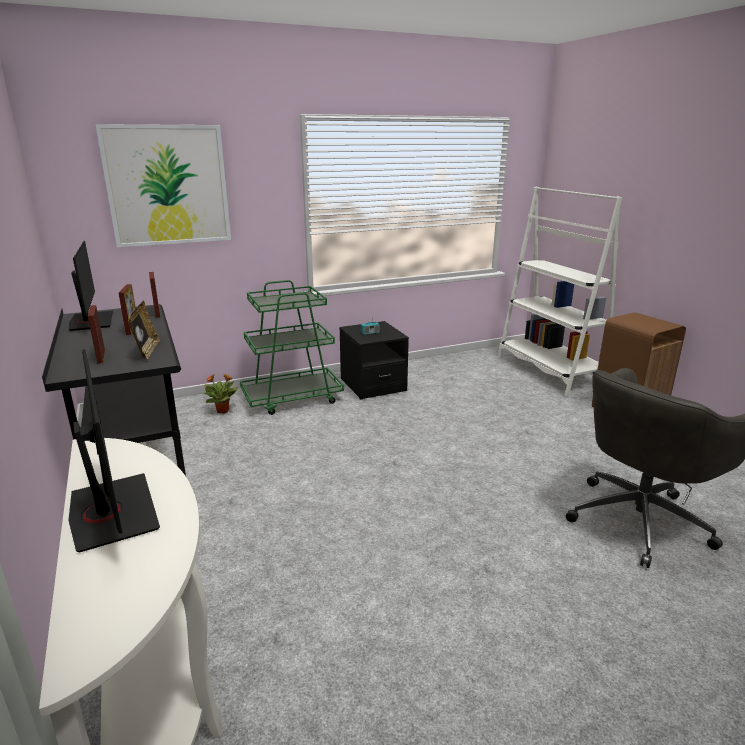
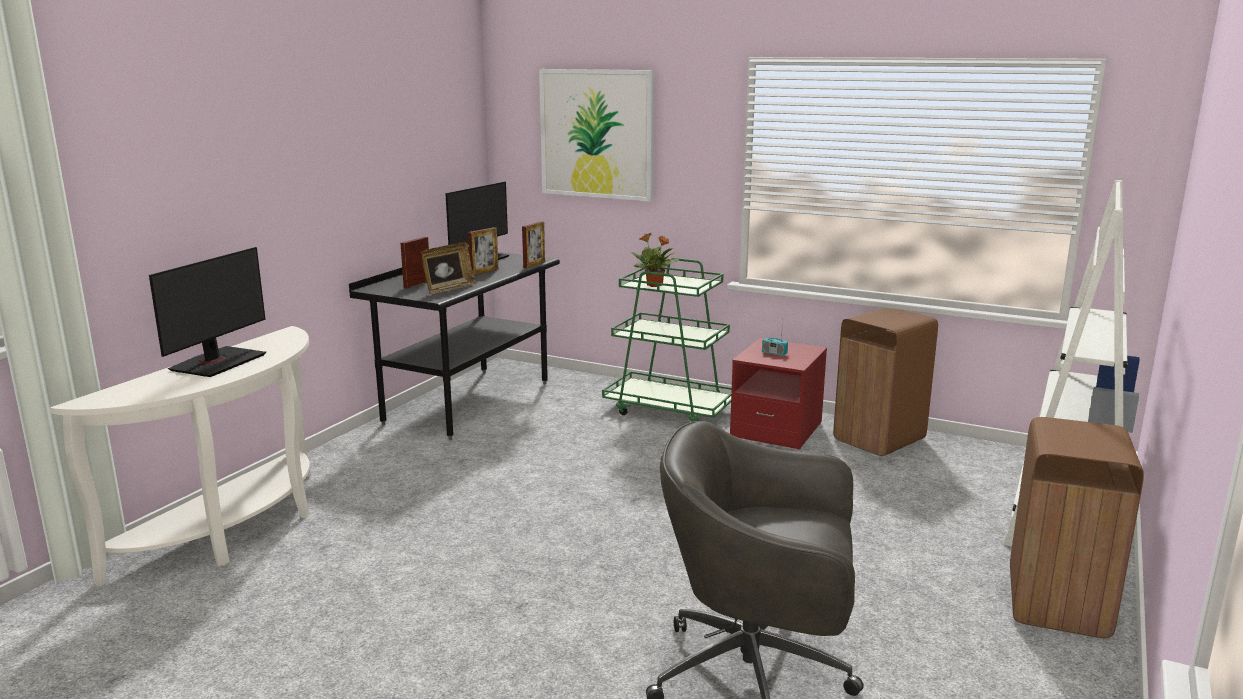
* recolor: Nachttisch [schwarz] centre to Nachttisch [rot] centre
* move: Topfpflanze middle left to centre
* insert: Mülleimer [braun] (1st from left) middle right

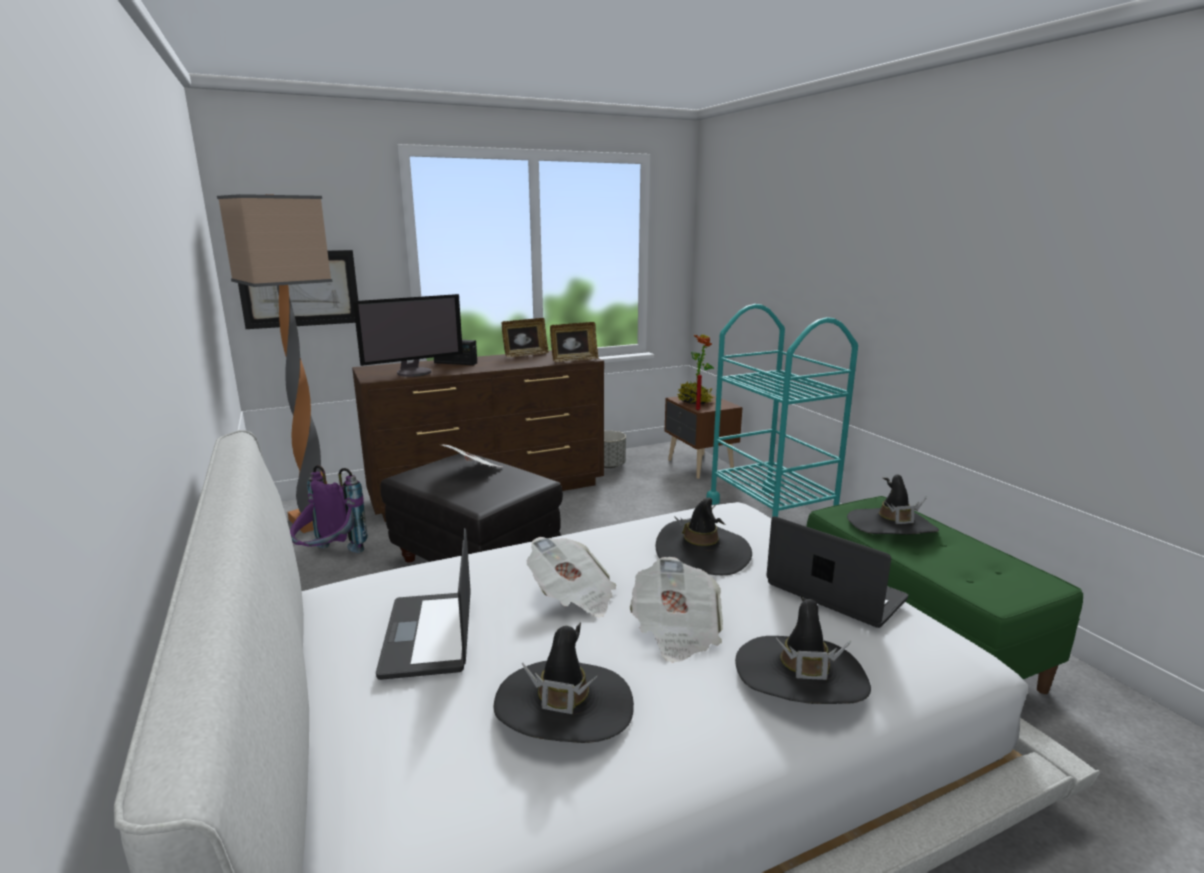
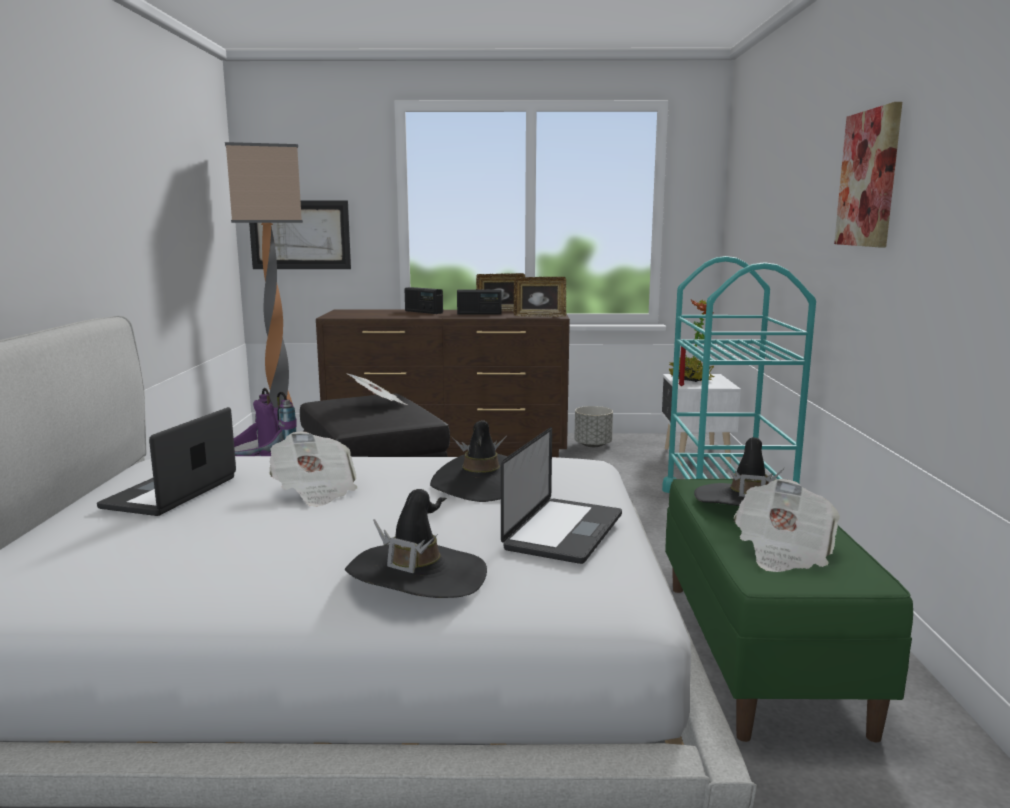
* delete: Monitor centre
* recolor: Nachttisch [braun] centre to Nachttisch [weiß] middle right
* rotate: Laptop (2nd from left) middle right = centre 45 degrees clockwise
* move: Zeitung (3rd from left) bottom centre to middle right
* delete: Hut [schwarz] (1st from left) bottom centre
* insert: Bild (2nd from left) top right
* insert: Radio (2nd from left) centre

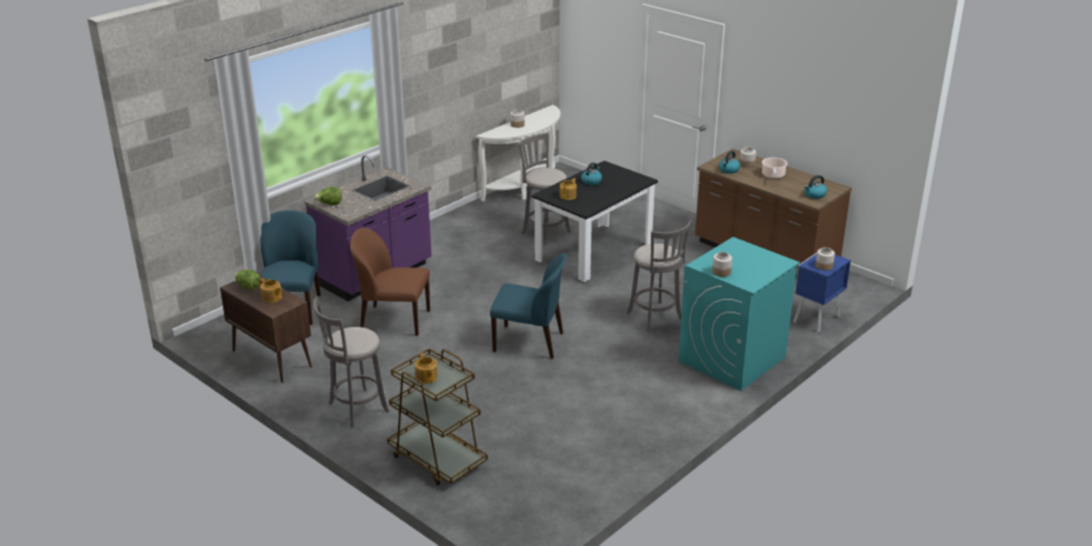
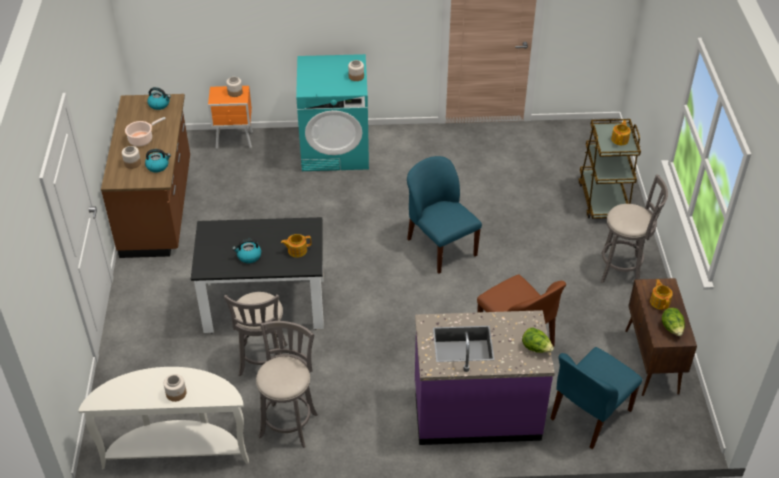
* move: Hocker [grau] (3rd from left in the first image) centre to Hocker [grau] (2nd from left) bottom centre
* recolor: Nachttisch [blau] middle right to Nachttisch [orange] top left

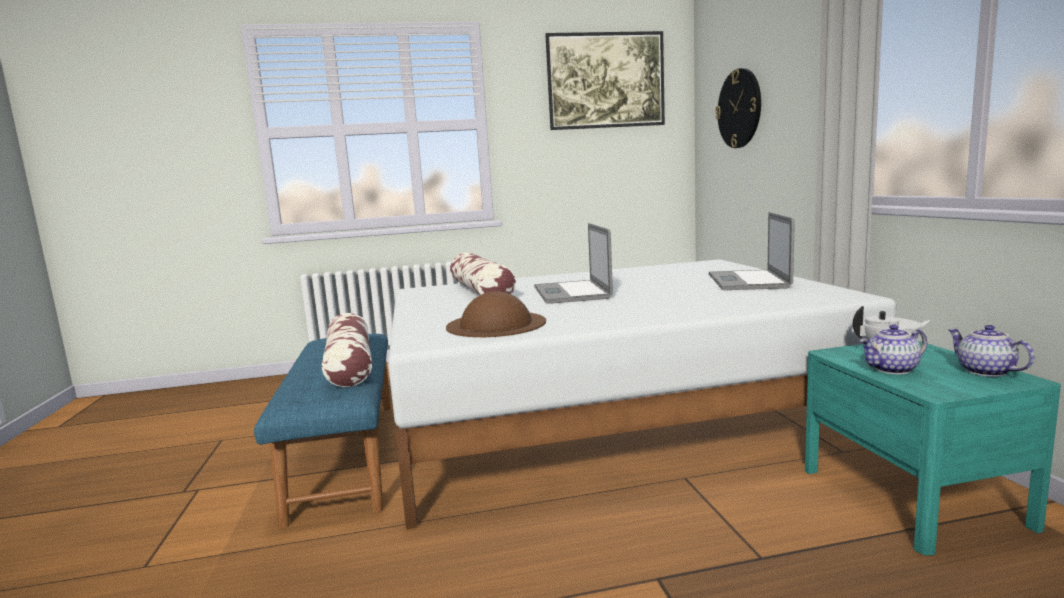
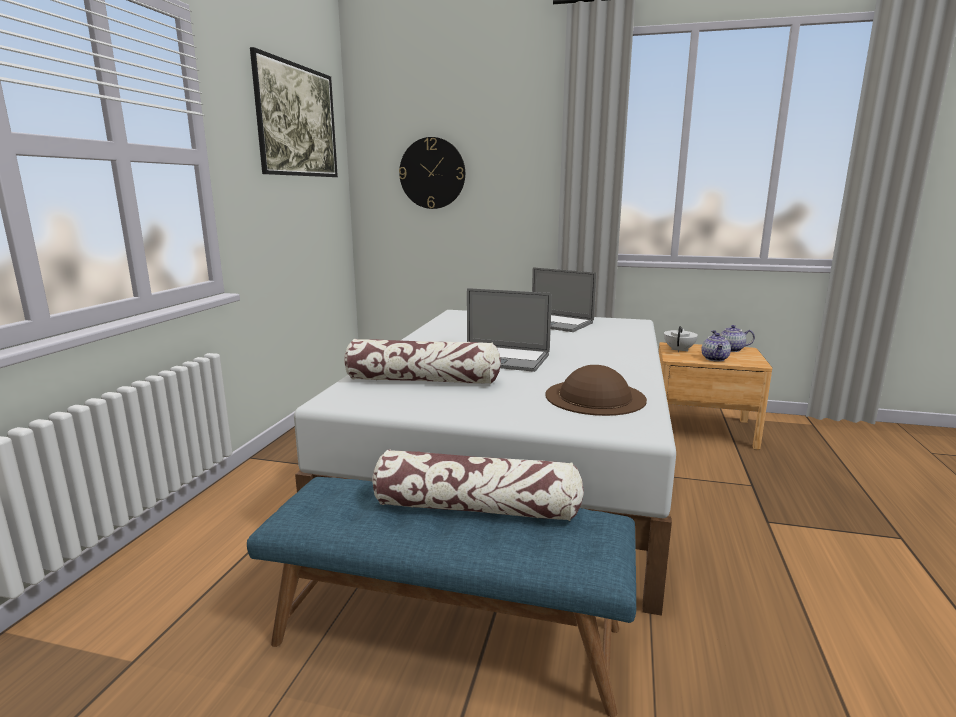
* recolor: Nachttisch [türkis] bottom right to Nachttisch [braun] middle right

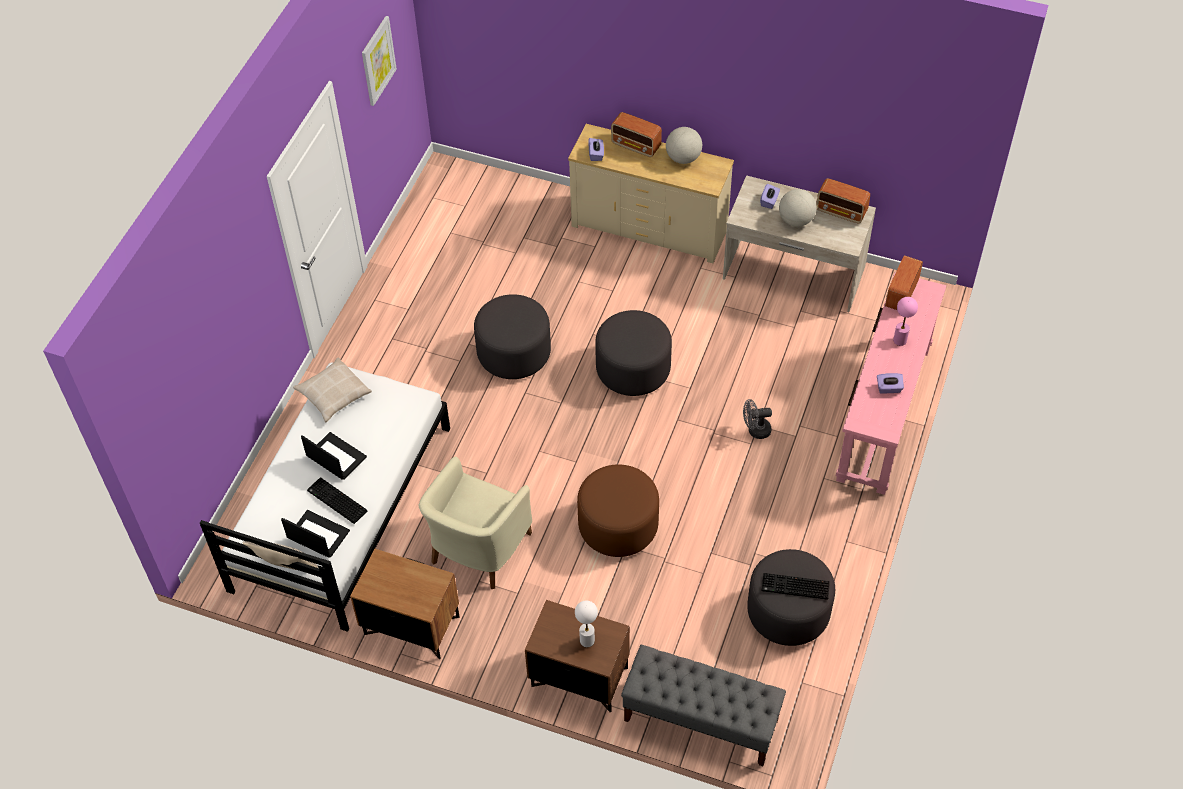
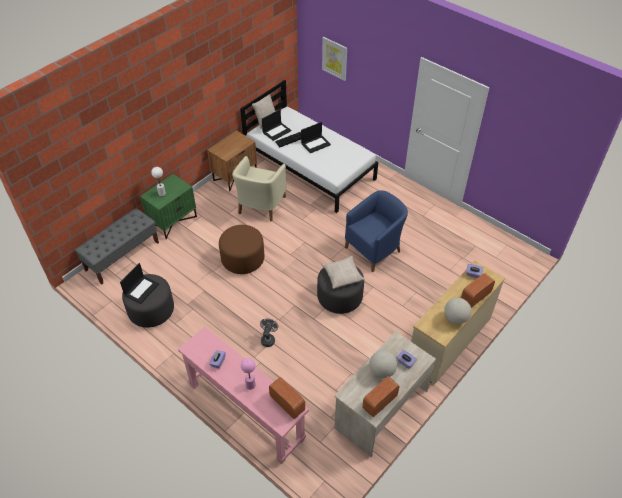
* move: Bild top left to top centre
* replace: Polsterhocker [grau] (1st from left) centre to Sessel [blau] centre
* move: Kissen [beige] (2nd from left) middle left to centre
* rotate: Sessel [beige] centre = centre 120 degrees counterclockwise
* replace: Tastatur (2nd from left) bottom right to Laptop (1st from left) middle left
* recolor: Nachttisch [braun] (2nd from left) bottom centre to Nachttisch [grün] middle left

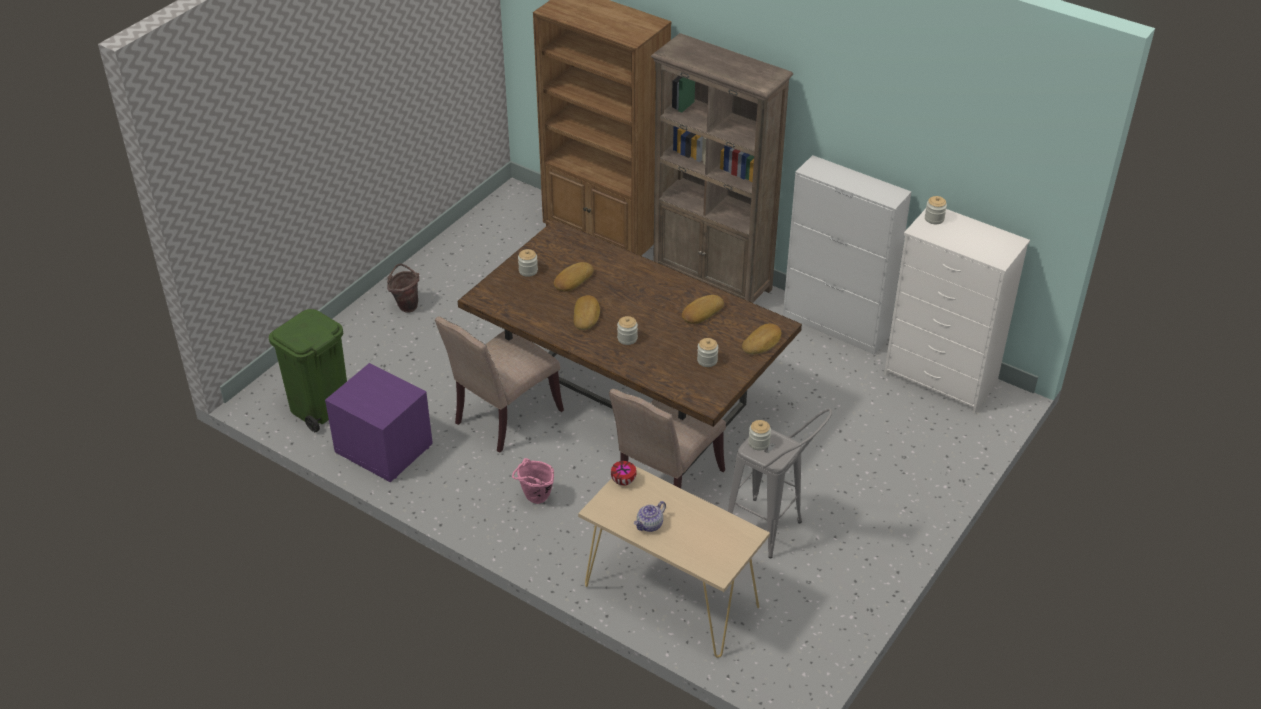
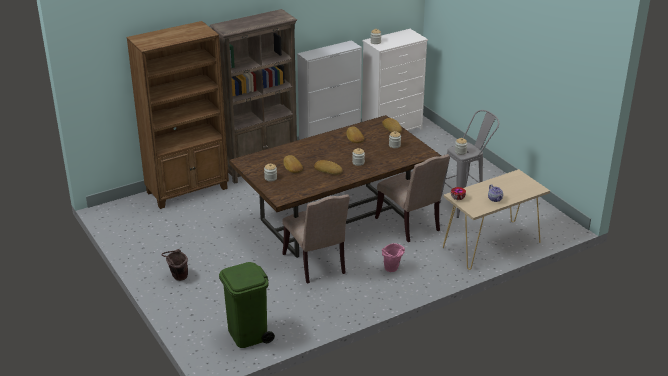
* delete: Nachttisch [lila] middle left

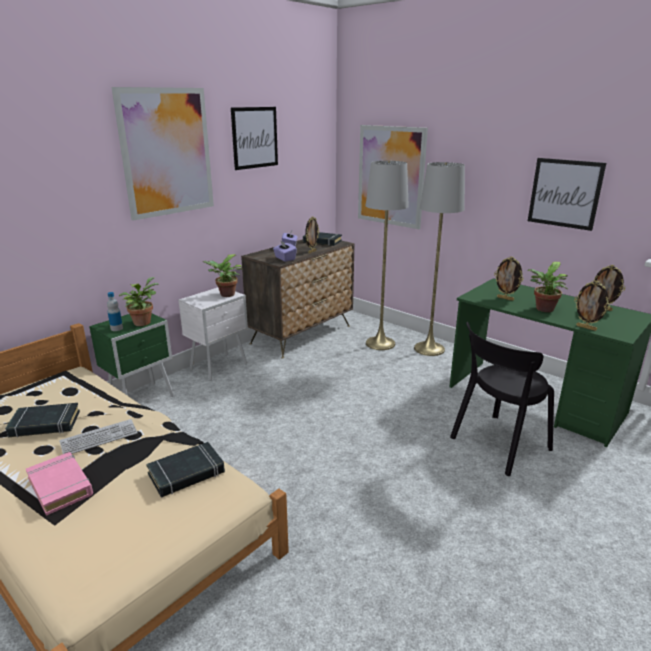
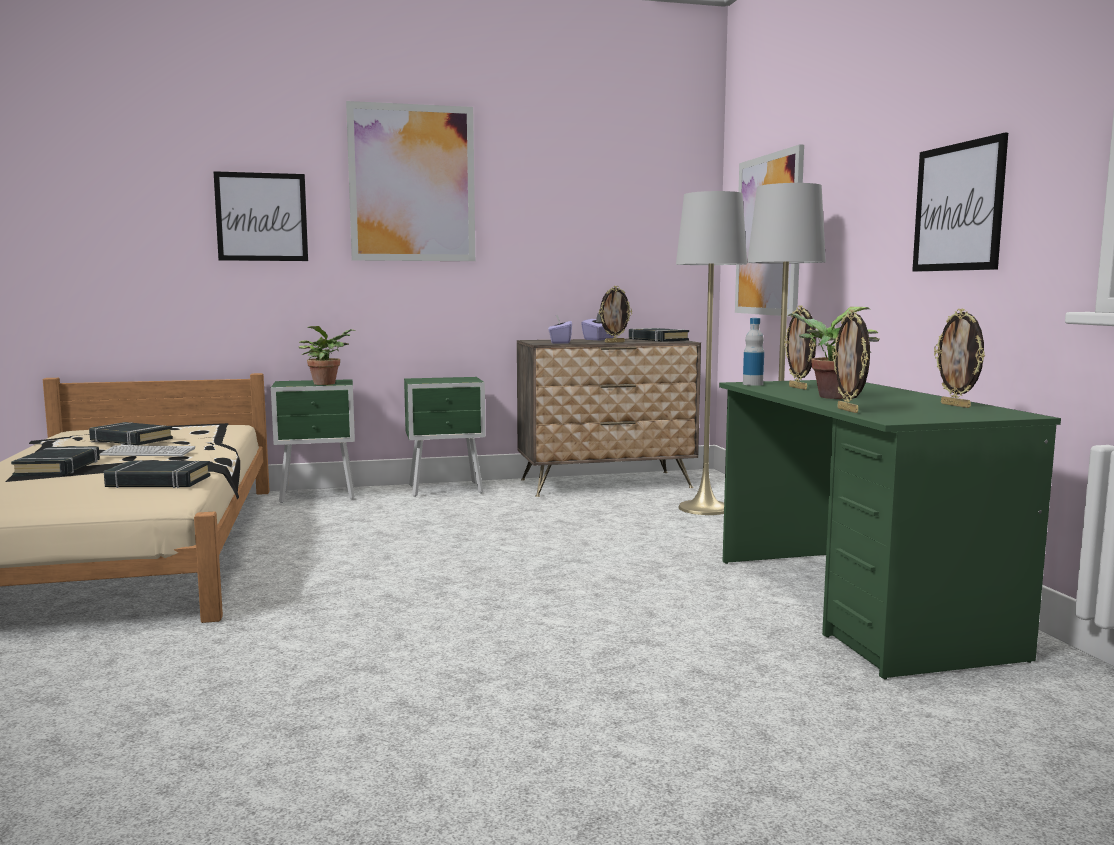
* move: Bild (2nd from left in the first image) top centre to Bild (1st from left) top left
* delete: Topfpflanze (2nd from left) centre
* recolor: Nachttisch [weiß] middle left to Nachttisch [grün] (2nd from left) centre
* move: Flasche middle left to middle right
* delete: Stuhl [schwarz] middle right
* recolor: Buch [rosa] bottom left to Buch [schwarz] (1st from left) middle left

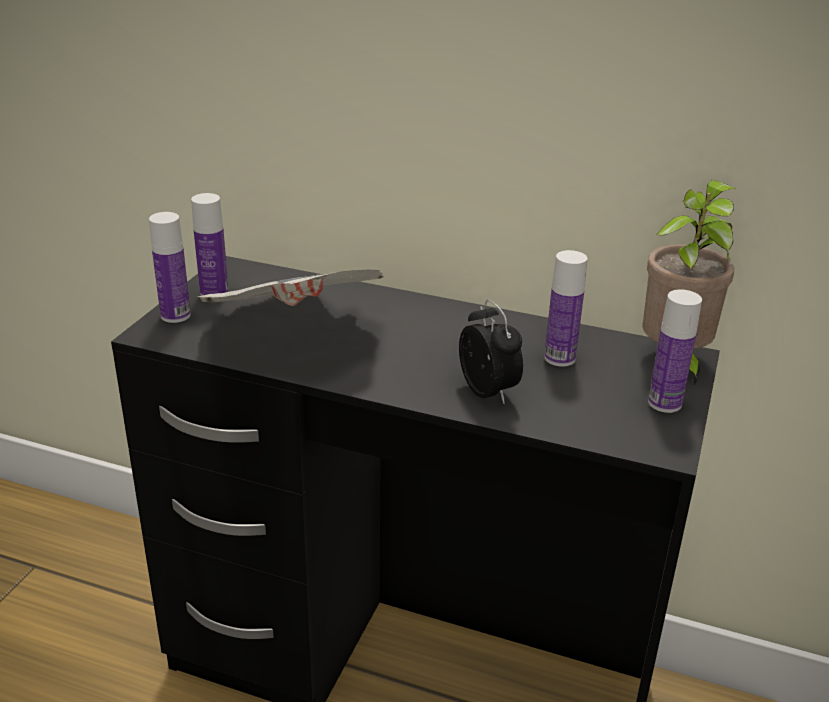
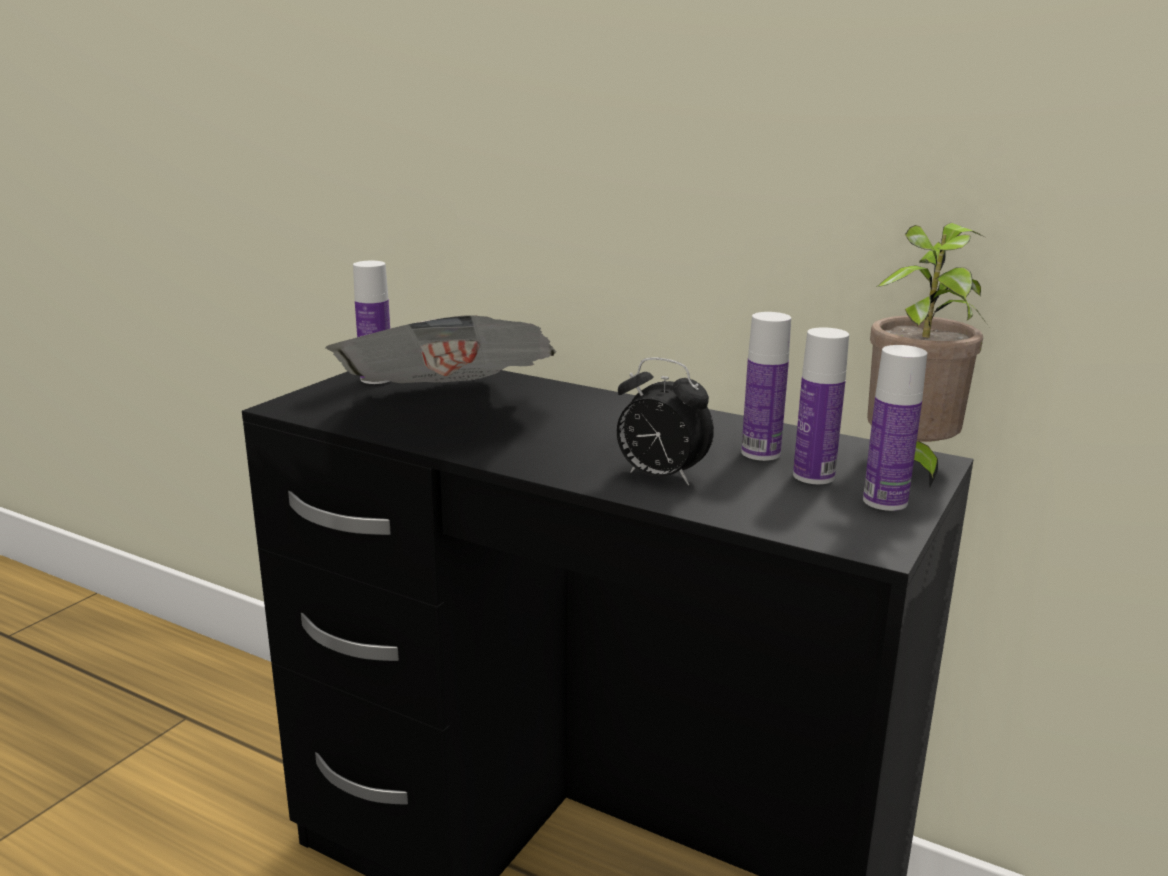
* move: Flasche (1st from left in the first image) middle left to Flasche (3rd from left) middle right
* rotate: Wecker centre = centre 135 degrees clockwise

